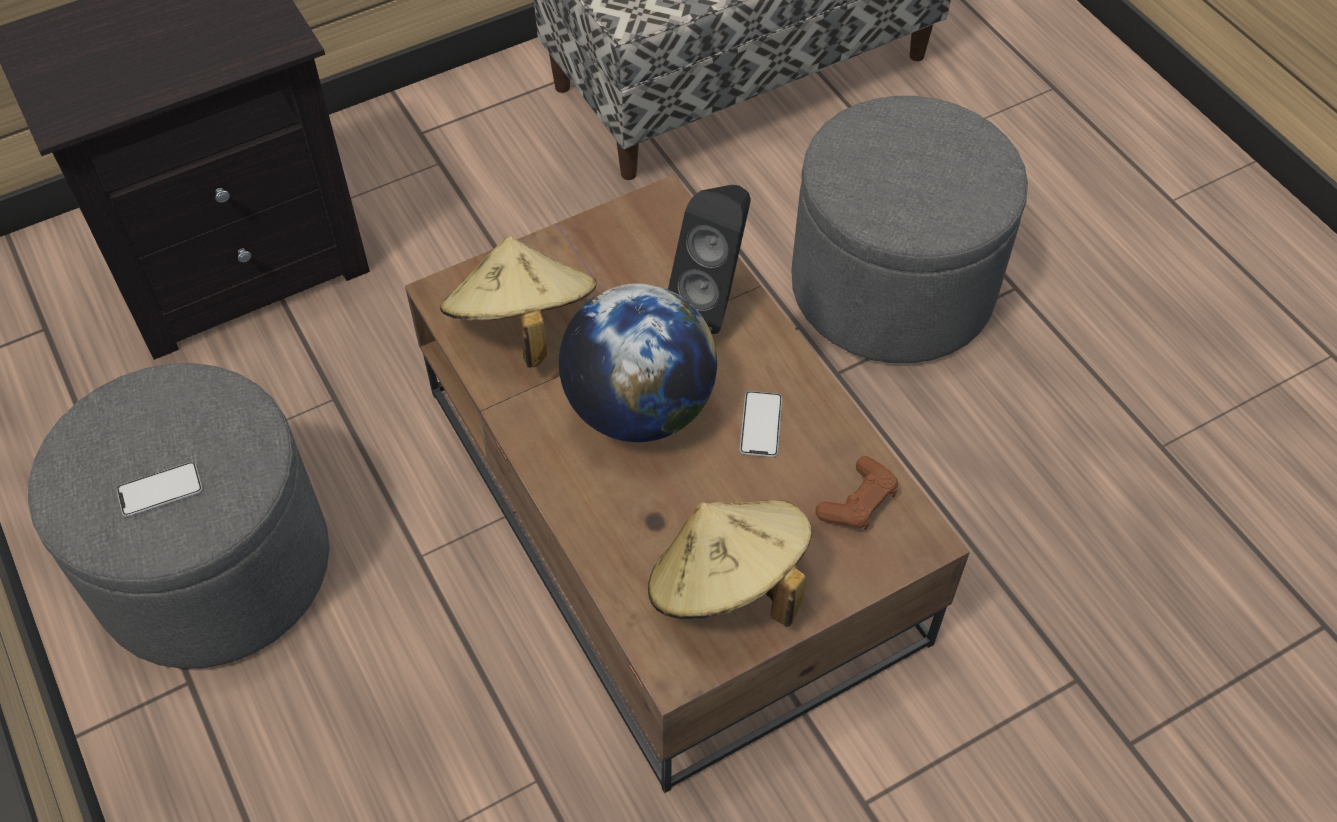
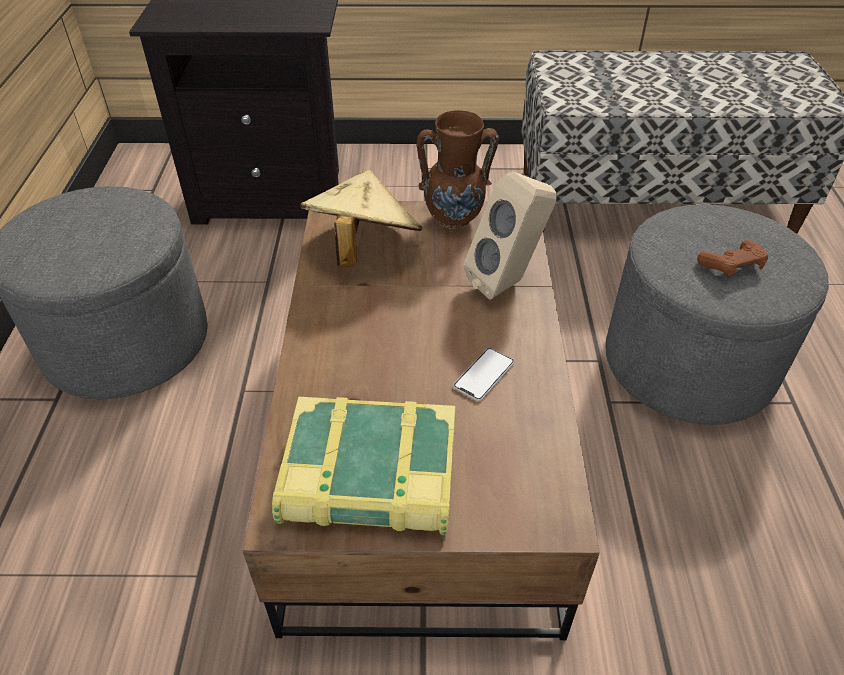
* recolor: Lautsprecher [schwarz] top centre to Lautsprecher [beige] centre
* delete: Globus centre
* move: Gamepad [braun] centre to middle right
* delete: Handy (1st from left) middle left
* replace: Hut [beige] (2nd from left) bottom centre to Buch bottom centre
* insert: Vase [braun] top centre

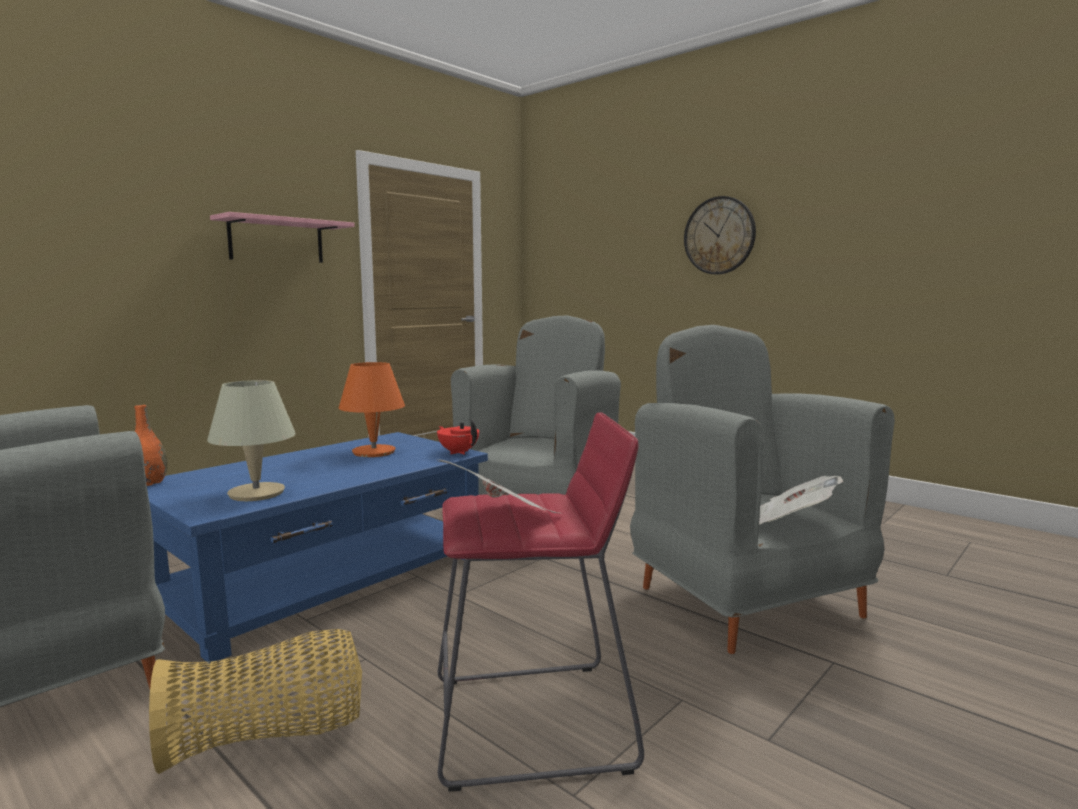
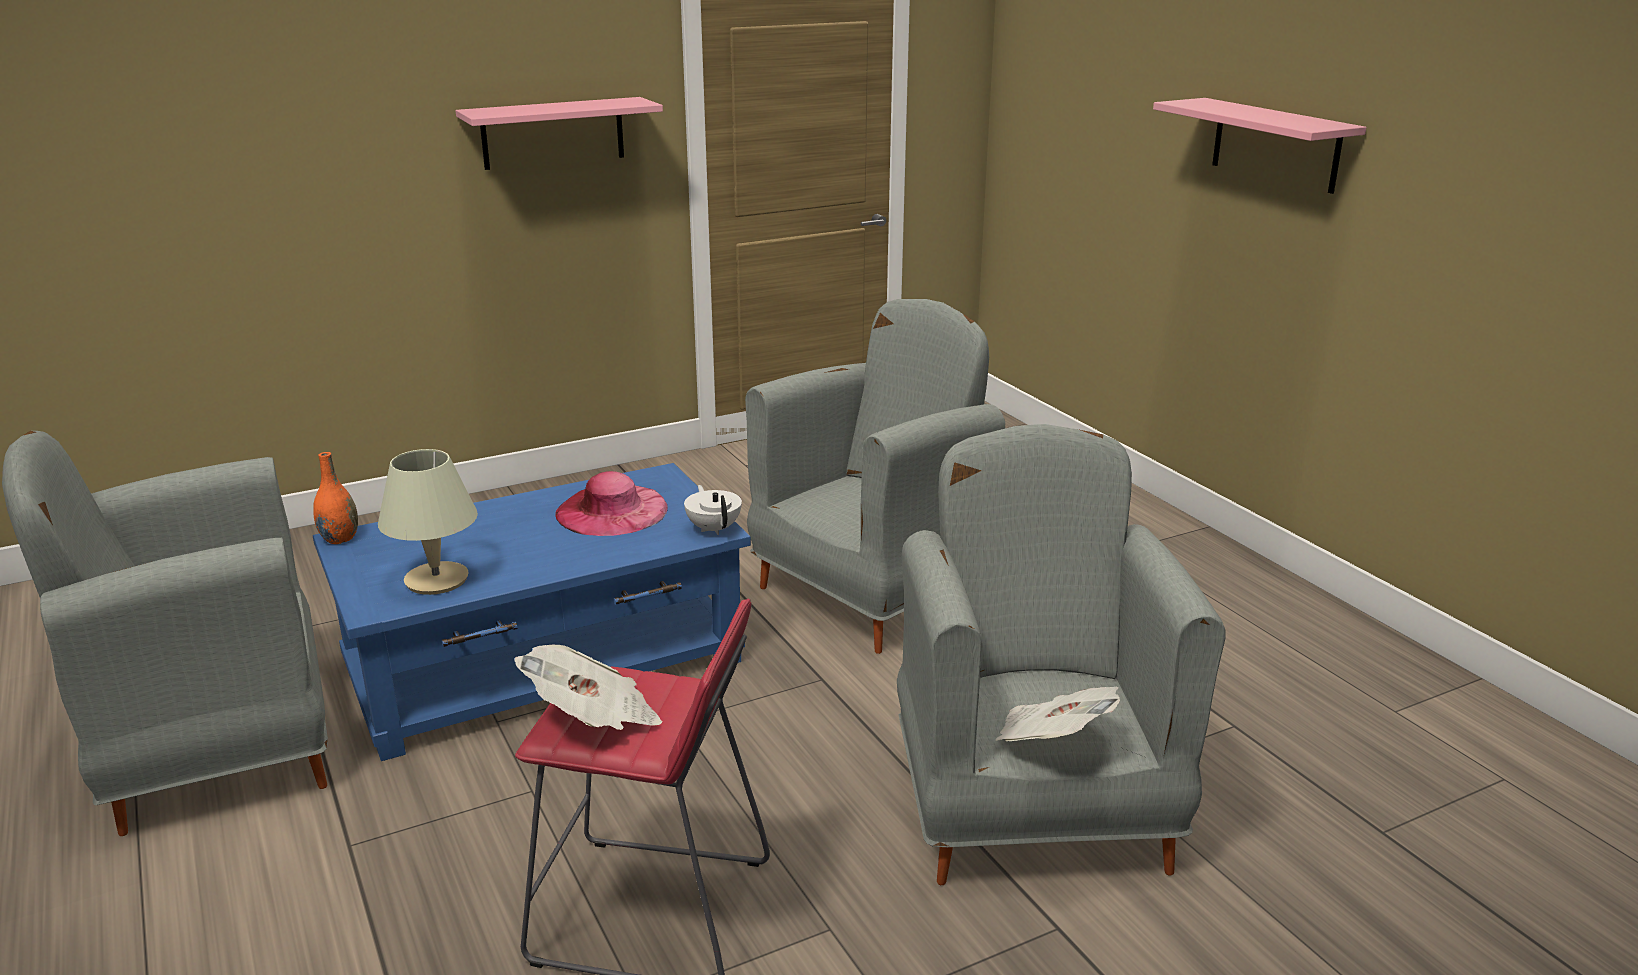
* replace: Wanduhr top right to Wandregal [rosa] (2nd from left) top right
* replace: Tischlampe [orange] centre to Hut [rosa] centre
* recolor: Teekanne [rot] centre to Teekanne [weiß] centre
* delete: Korb bottom left

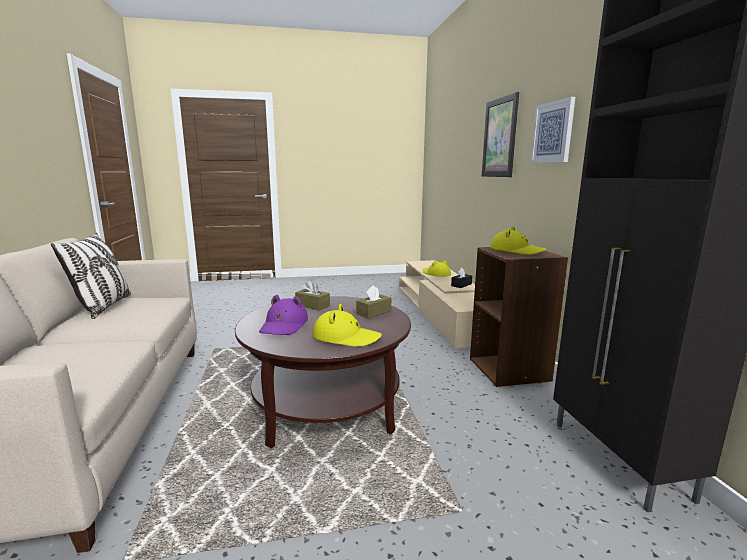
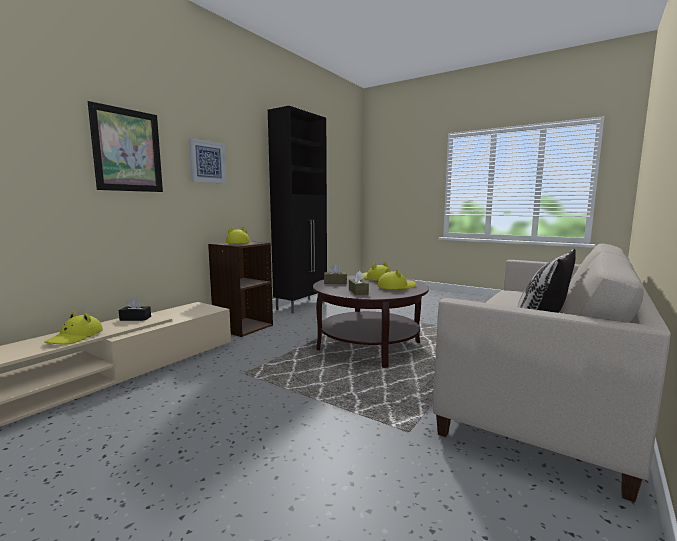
* recolor: Hut [lila] centre to Hut [gelb] (4th from left) centre

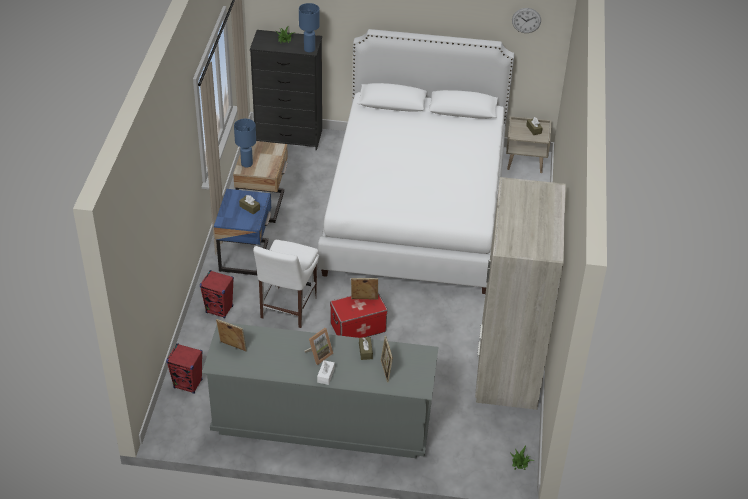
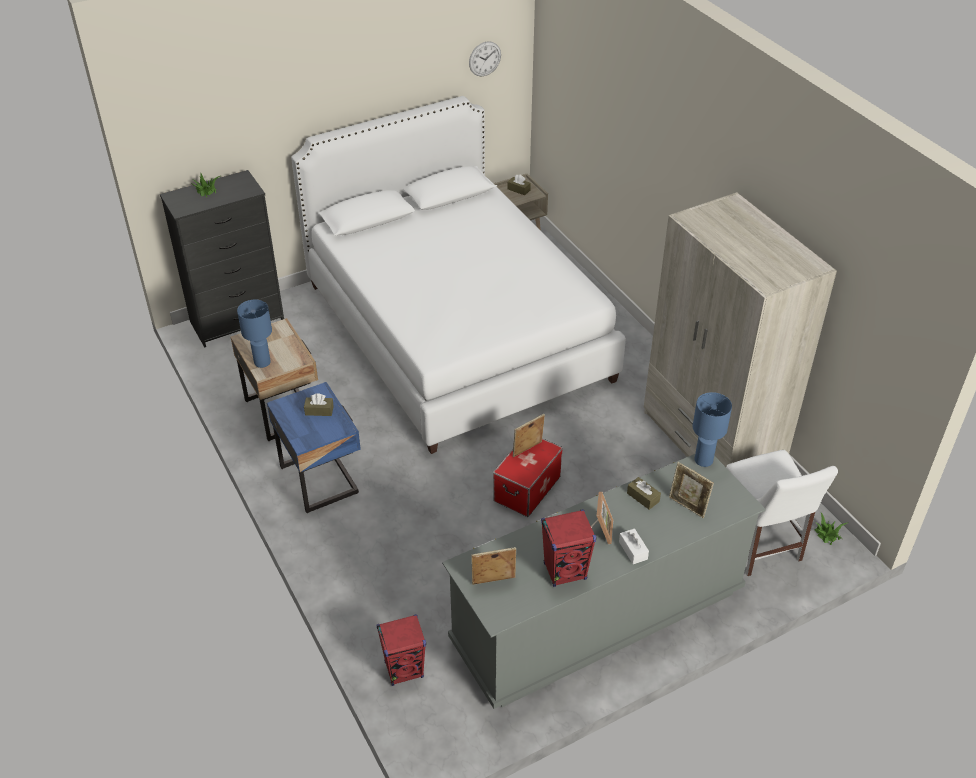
* move: Tischlampe [blau] (2nd from left) top centre to middle right
* move: Stuhl [weiß] centre to middle right
* move: Lautsprecher [rot] (2nd from left) middle left to bottom centre

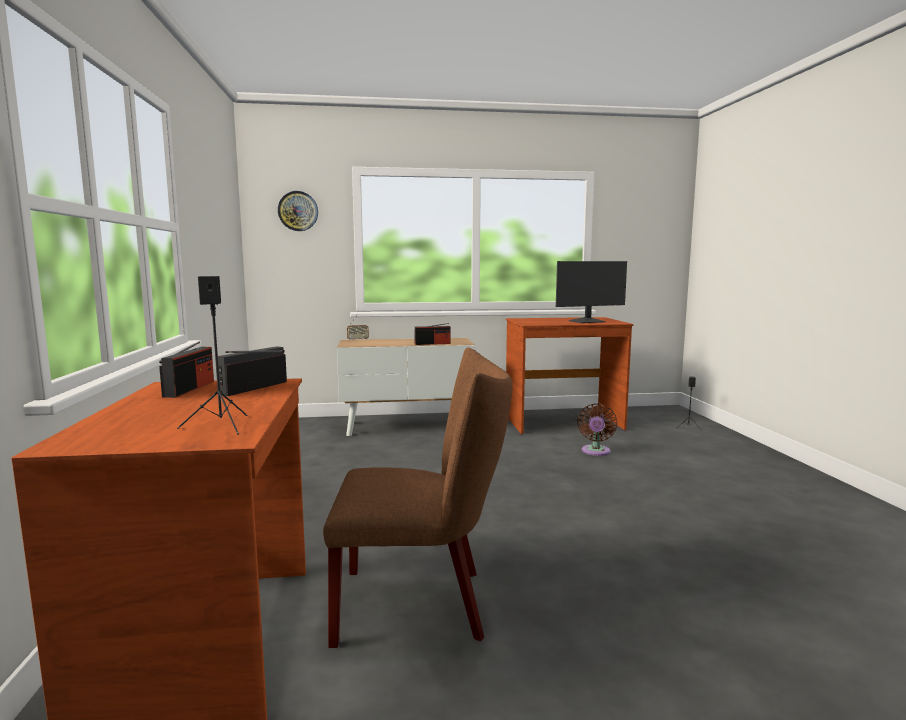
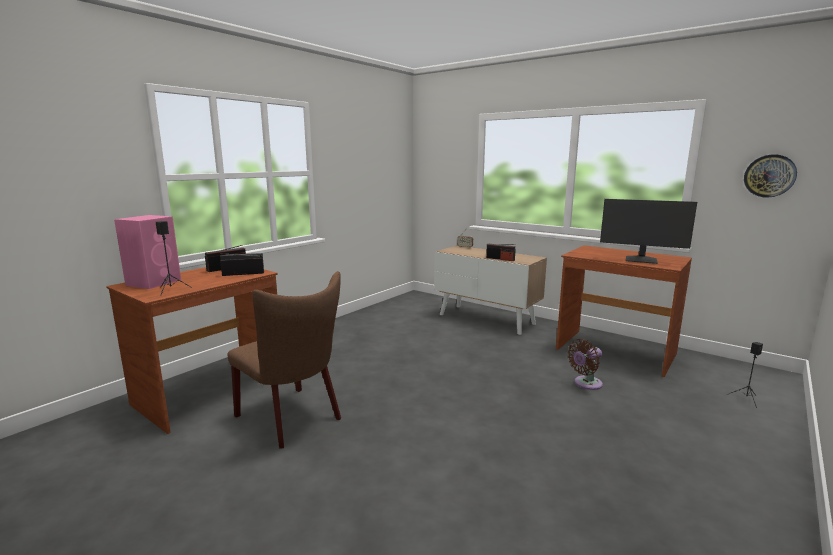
* move: Wanduhr top left to top right
* insert: Lautsprecher [rosa] middle left

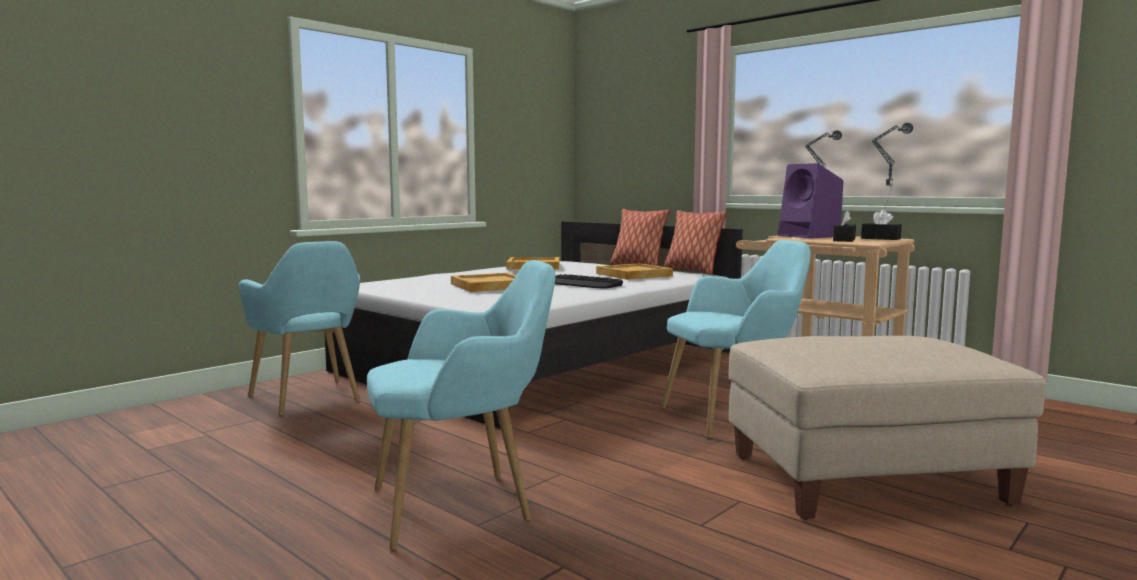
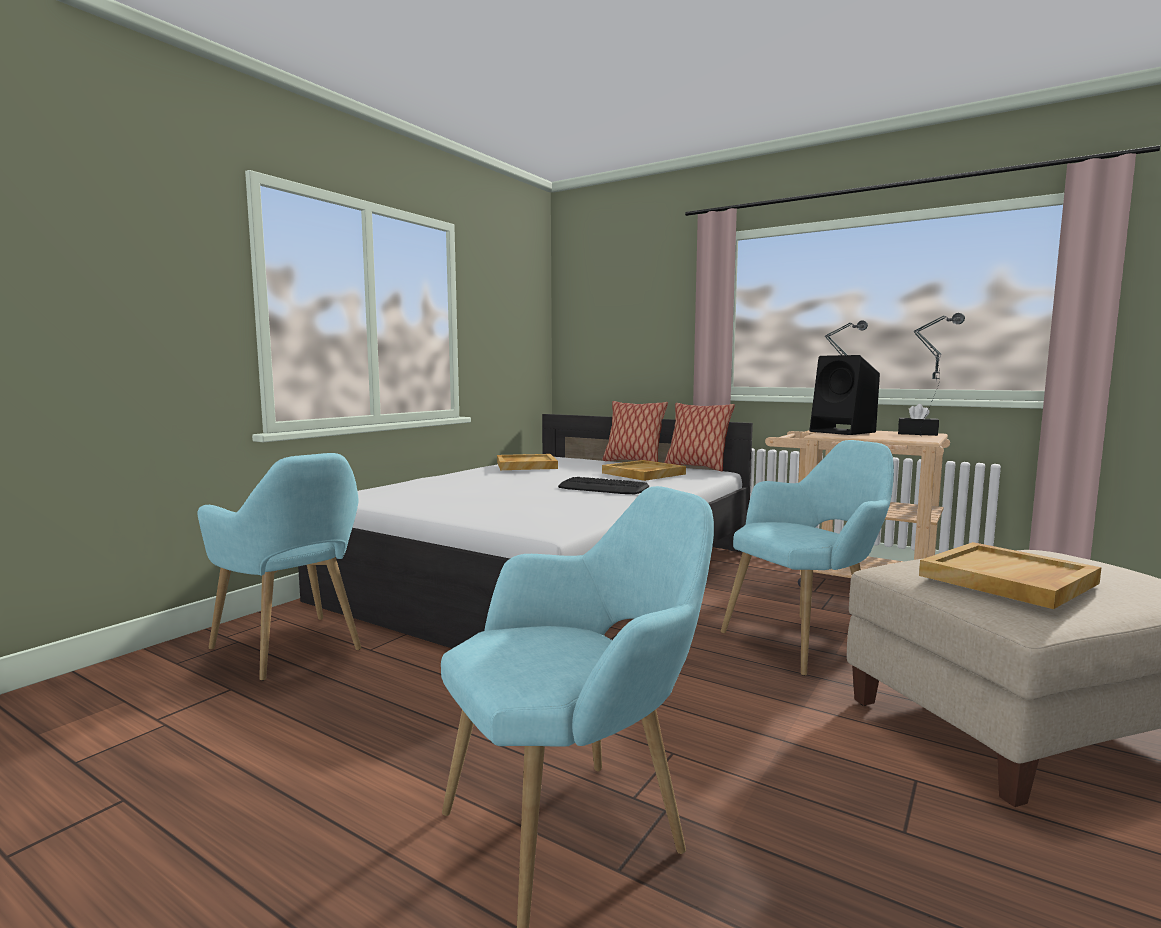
* recolor: Lautsprecher [lila] middle right to Lautsprecher [schwarz] middle right
* delete: Taschentuchbox [schwarz] (1st from left) middle right
* move: Tablett [beige] (1st from left in the first image) centre to Tablett [beige] (3rd from left) middle right

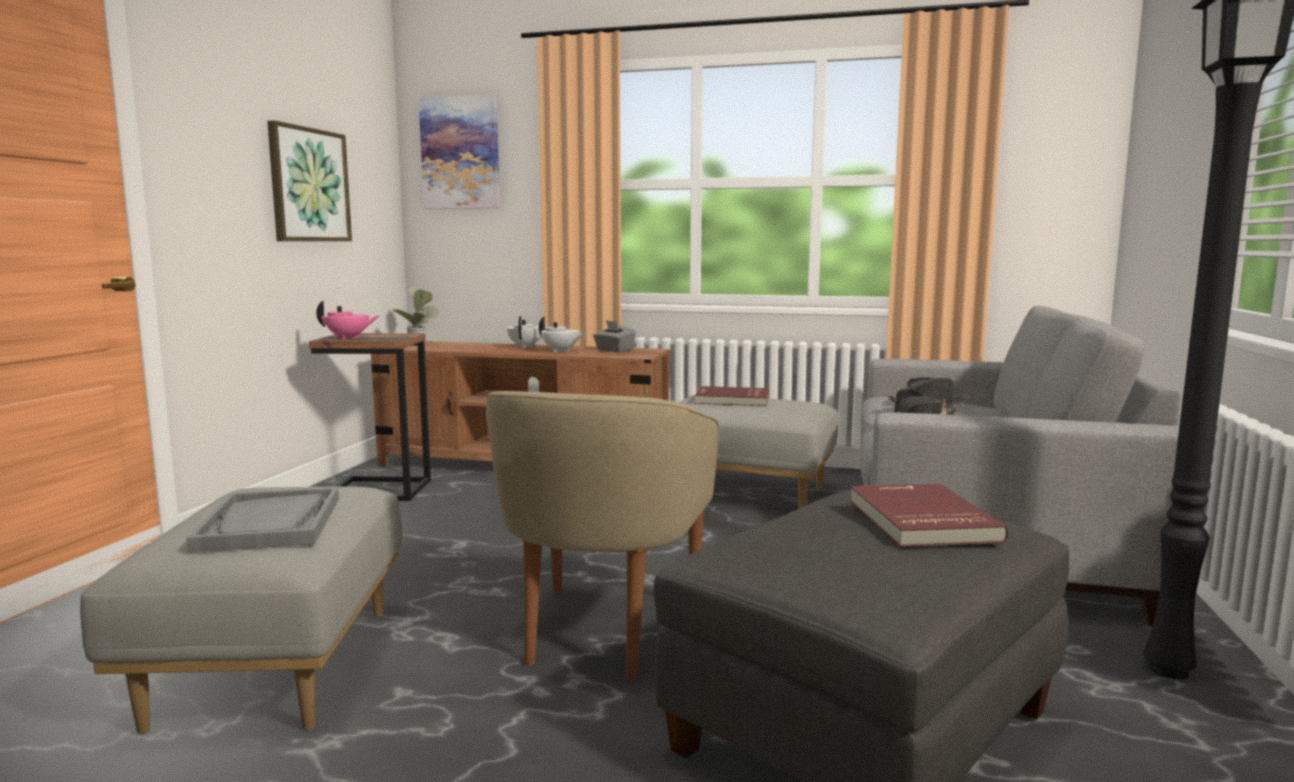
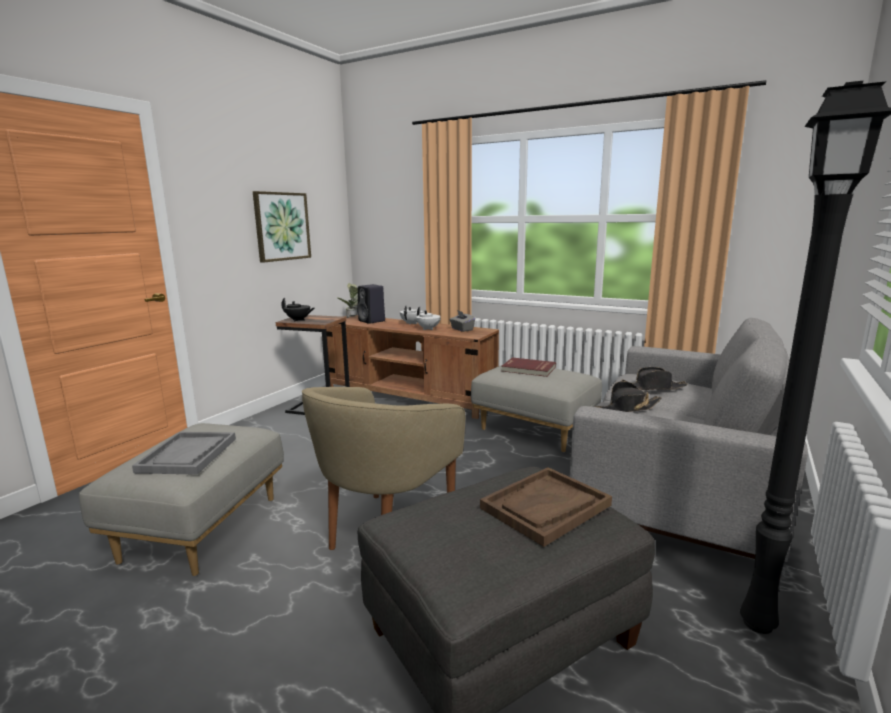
* delete: Bild (2nd from left) top centre
* recolor: Teekanne [rosa] middle left to Teekanne [schwarz] centre
* replace: Buch [rot] (2nd from left) middle right to Tablett [braun] bottom centre
* insert: Lautsprecher [schwarz] centre

